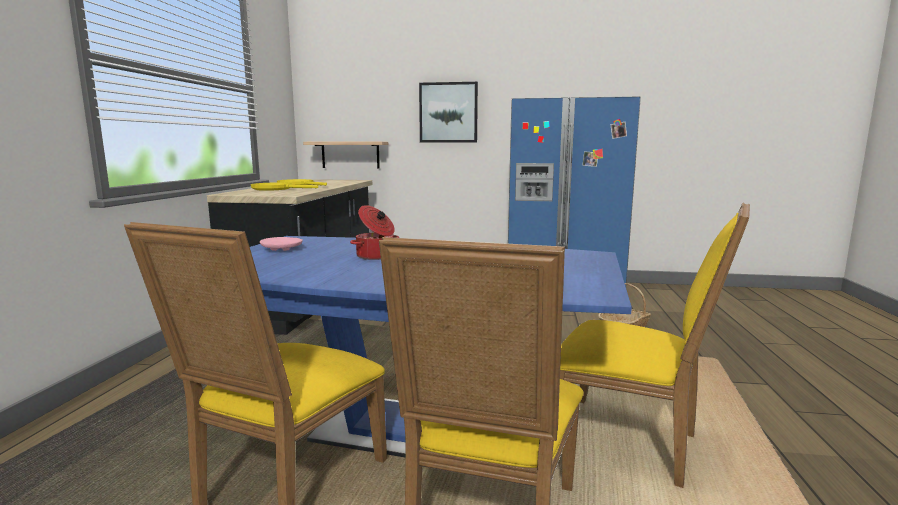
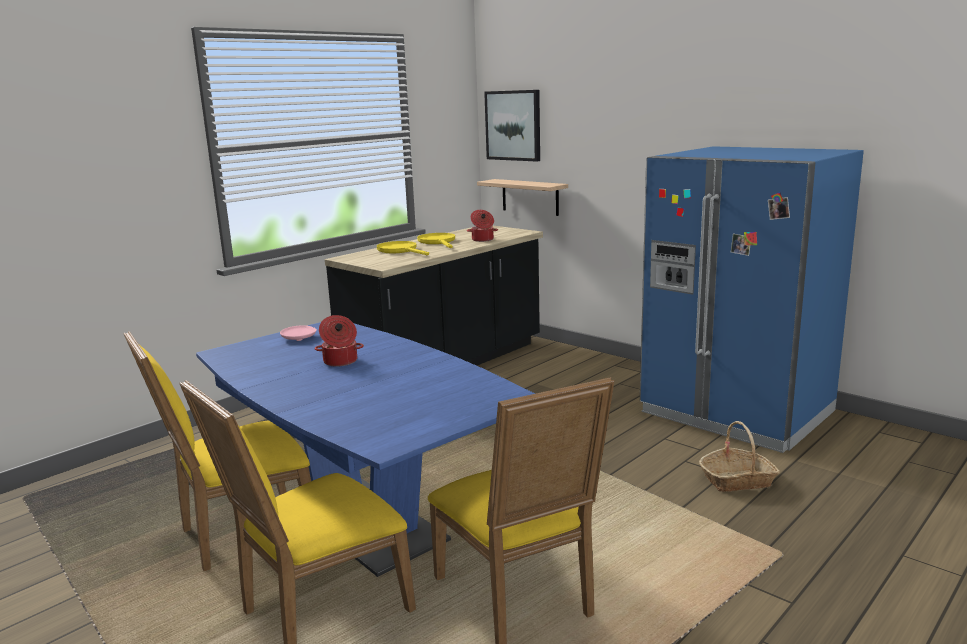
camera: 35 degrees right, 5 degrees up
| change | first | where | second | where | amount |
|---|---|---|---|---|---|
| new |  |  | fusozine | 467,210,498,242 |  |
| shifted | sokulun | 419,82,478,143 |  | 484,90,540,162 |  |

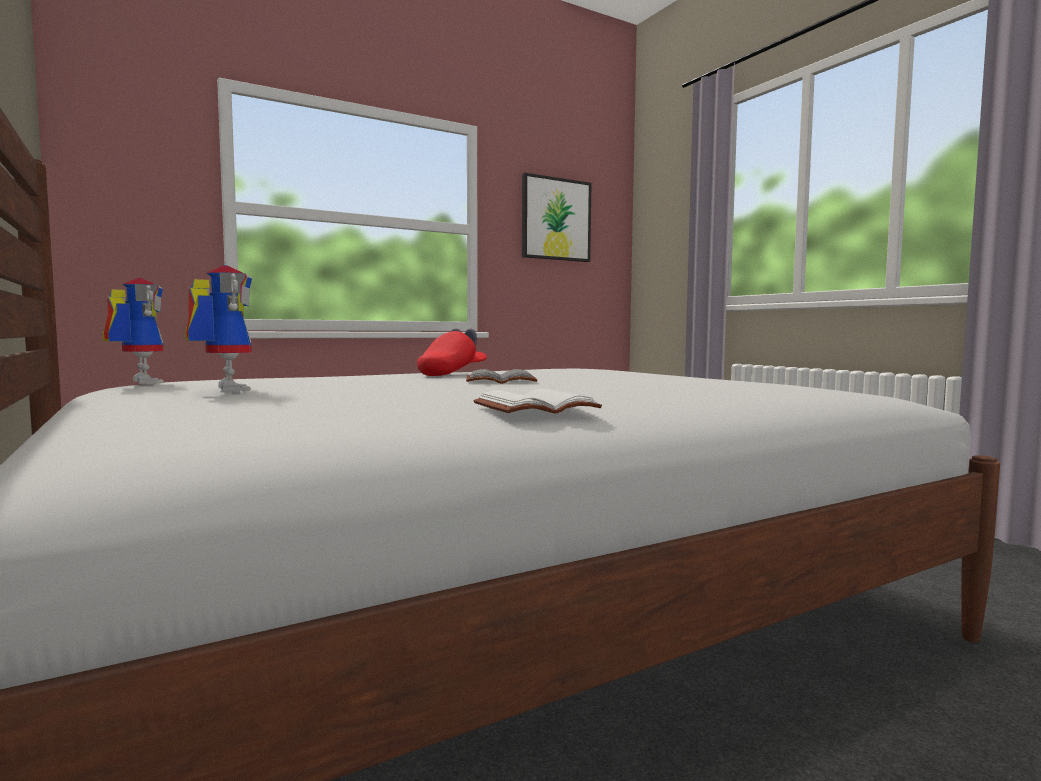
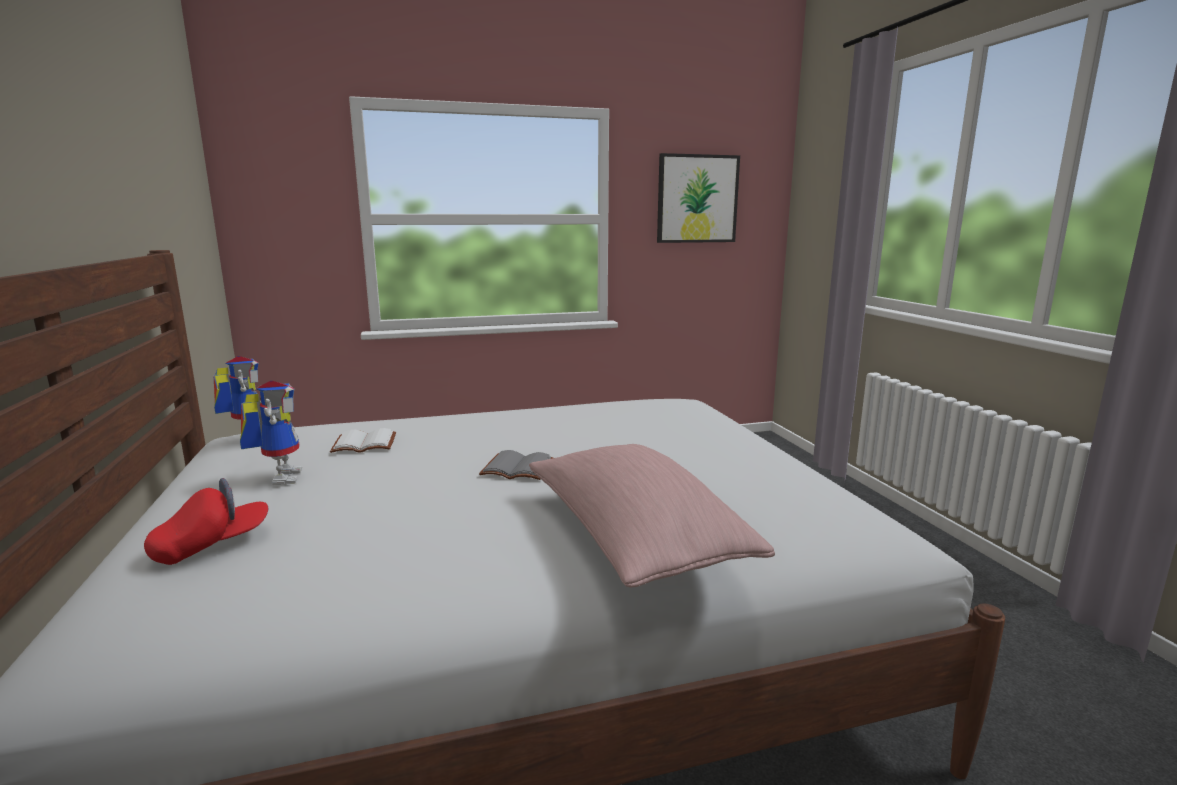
camera: 15 degrees right, 10 degrees up
| change | first | where | second | where | amount |
|---|---|---|---|---|---|
| new |  |  | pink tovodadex | 529,444,775,588 |  |
| shifted | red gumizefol | 417,328,487,376 |  | 144,478,268,565 |  |
| shifted | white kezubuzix | 473,389,602,414 |  | 330,428,396,453 |  |

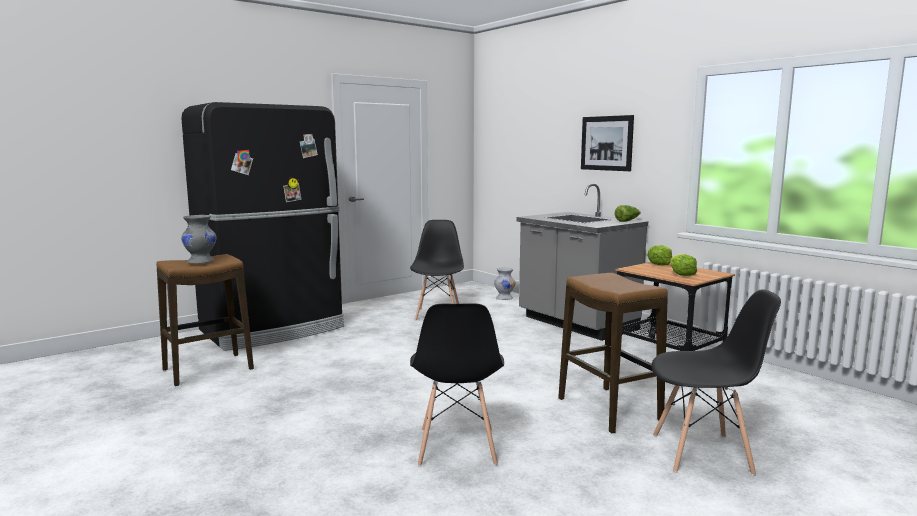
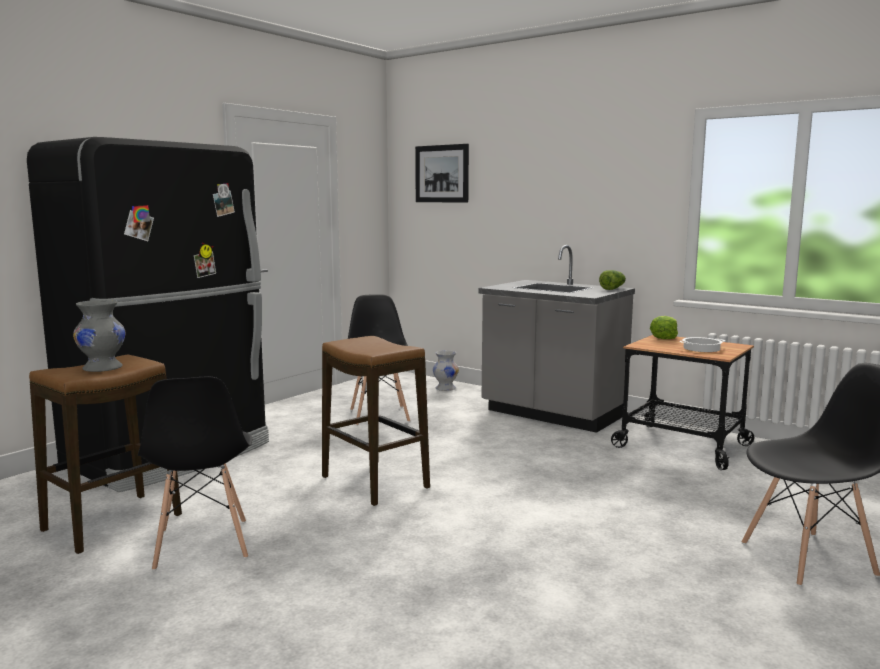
camera: 15 degrees left, 0 degrees up
| change | first | where | second | where | amount |
|---|---|---|---|---|---|
| shifted | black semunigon | 410,303,504,467 |  | 138,376,252,571 |  |
| shifted | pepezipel | 558,273,668,434 |  | 322,336,430,506 |  |
| shifted | sokulun | 581,115,634,171 |  | 415,144,469,202 |  |
| swapped | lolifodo | 671,254,697,276 | fusozine | 680,337,725,352 |  |

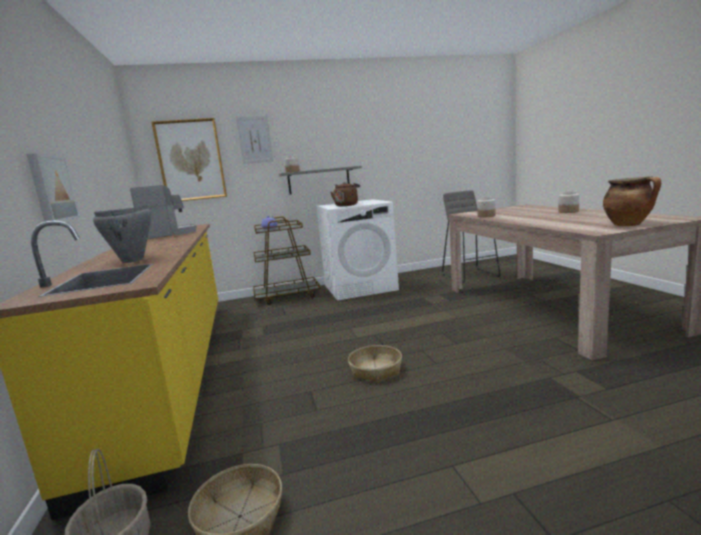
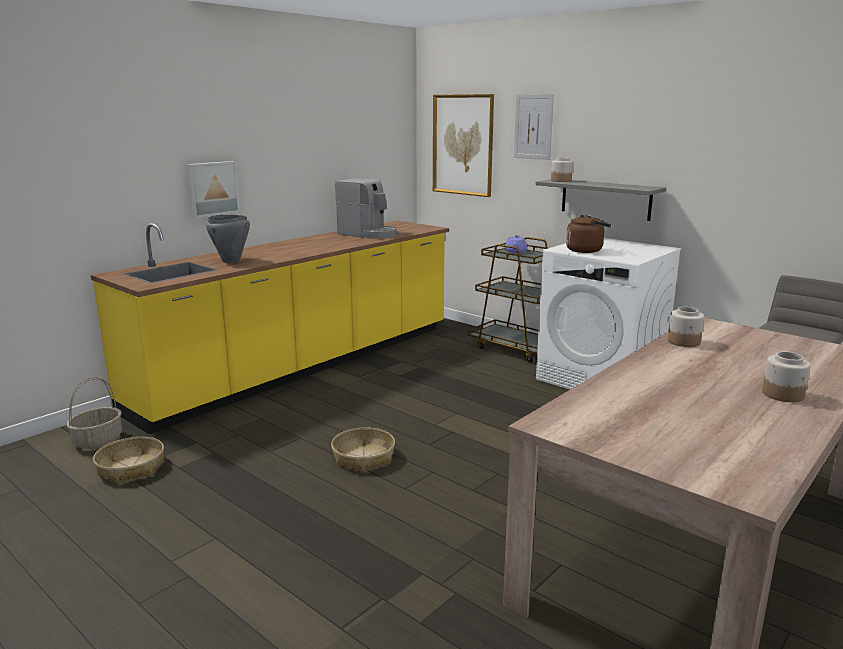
camera: 55 degrees right, 5 degrees up
| change | first | where | second | where | amount |
|---|---|---|---|---|---|
| gone | fusozine | 603,176,661,226 |  |  |  |

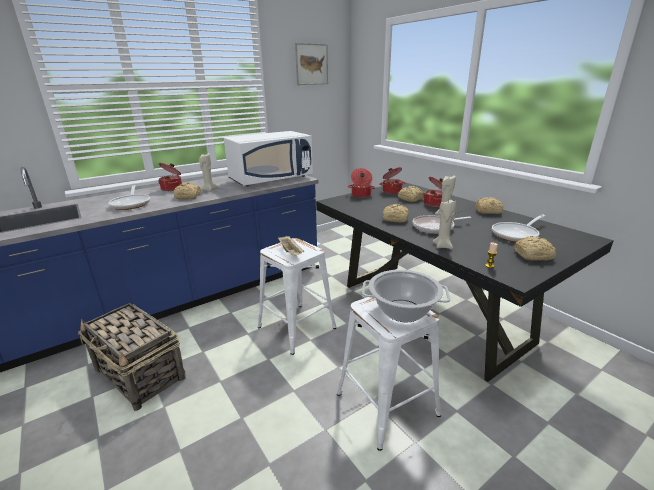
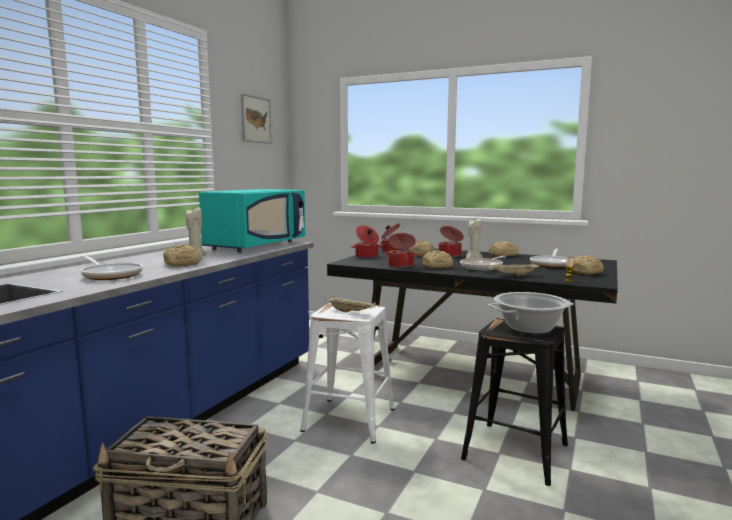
camera: 30 degrees left, 15 degrees down
| change | first | where | second | where | amount |
|---|---|---|---|---|---|
| shifted | fusozine | 158,163,182,191 |  | 384,233,418,268 |  |
| swapped | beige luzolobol | 433,200,456,249 | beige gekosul | 487,263,540,276 |  |
| repainted | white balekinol | 224,131,313,187 | turquoise balekinol | 199,189,305,252 |  |
| repainted | white pepezipel | 337,297,441,451 | black pepezipel | 461,318,568,486 |  |

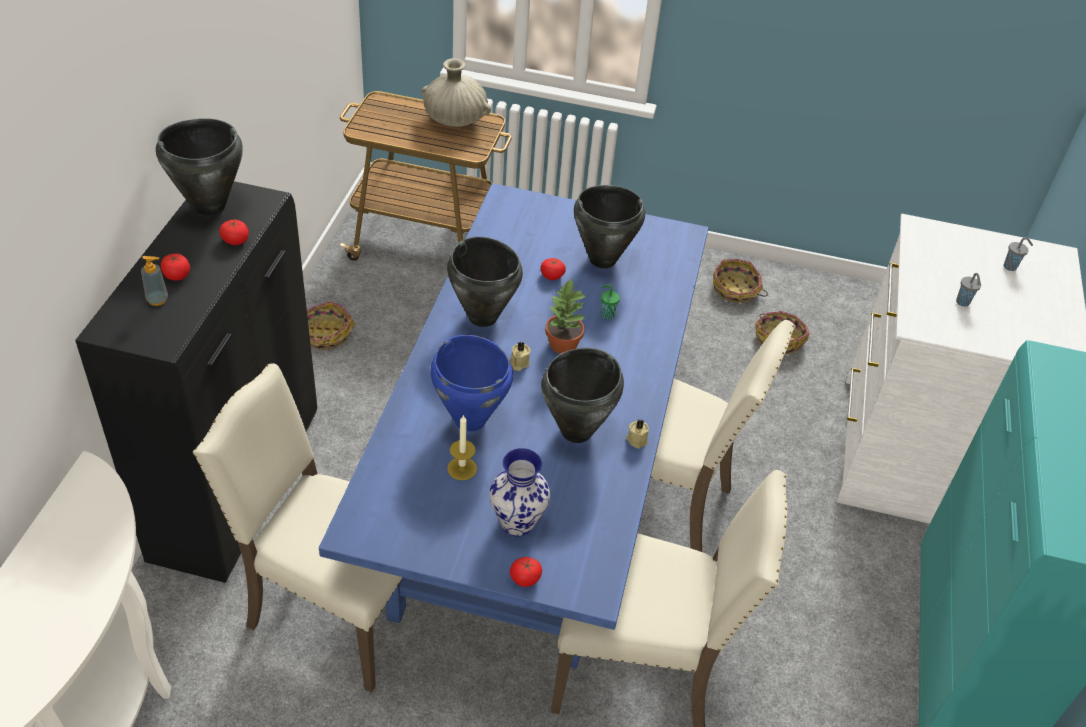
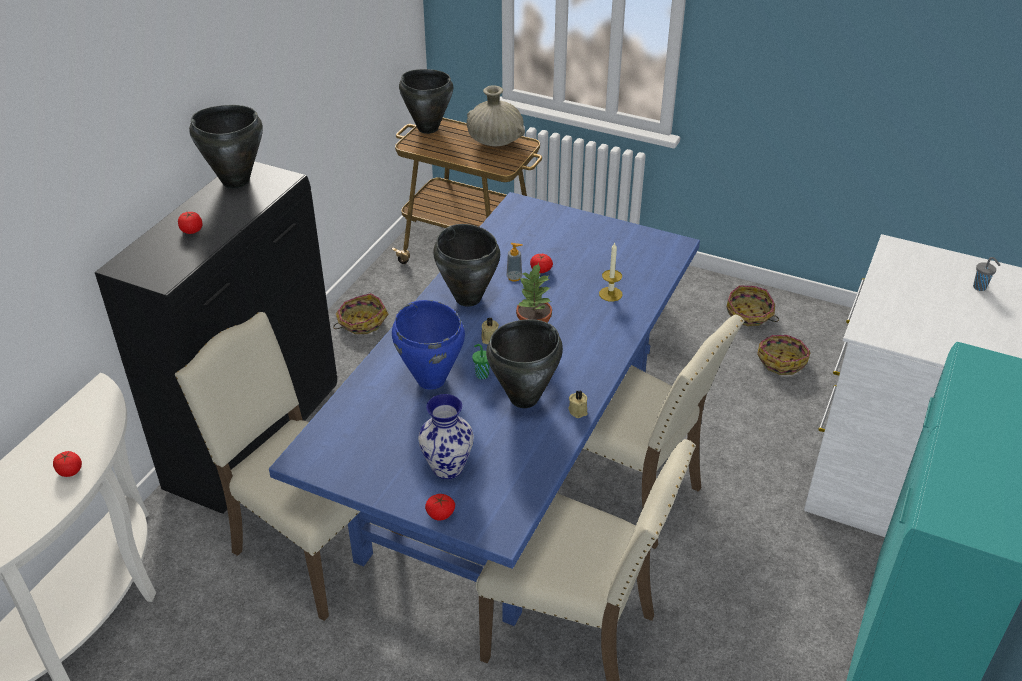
camera: 15 degrees right, 5 degrees down
| change | first | where | second | where | amount |
|---|---|---|---|---|---|
| gone | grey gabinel | 956,273,981,306 |  |  |  |
| shifted | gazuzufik | 141,256,168,306 |  | 507,243,522,282 |  |
| shifted | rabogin | 219,220,249,245 |  | 53,451,82,477 |  |
| shifted | luzolobol | 447,415,477,480 |  | 599,243,623,301 |  |
| shifted | black fusozine | 574,185,645,269 |  | 399,69,453,134 |  |
| shifted | green gabinel | 601,284,620,320 |  | 472,344,490,379 |  |

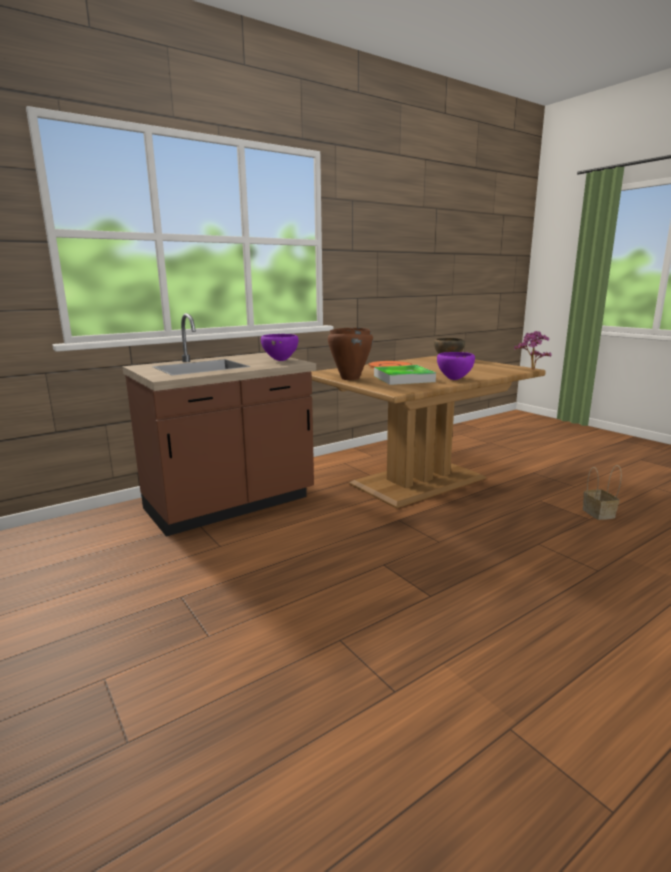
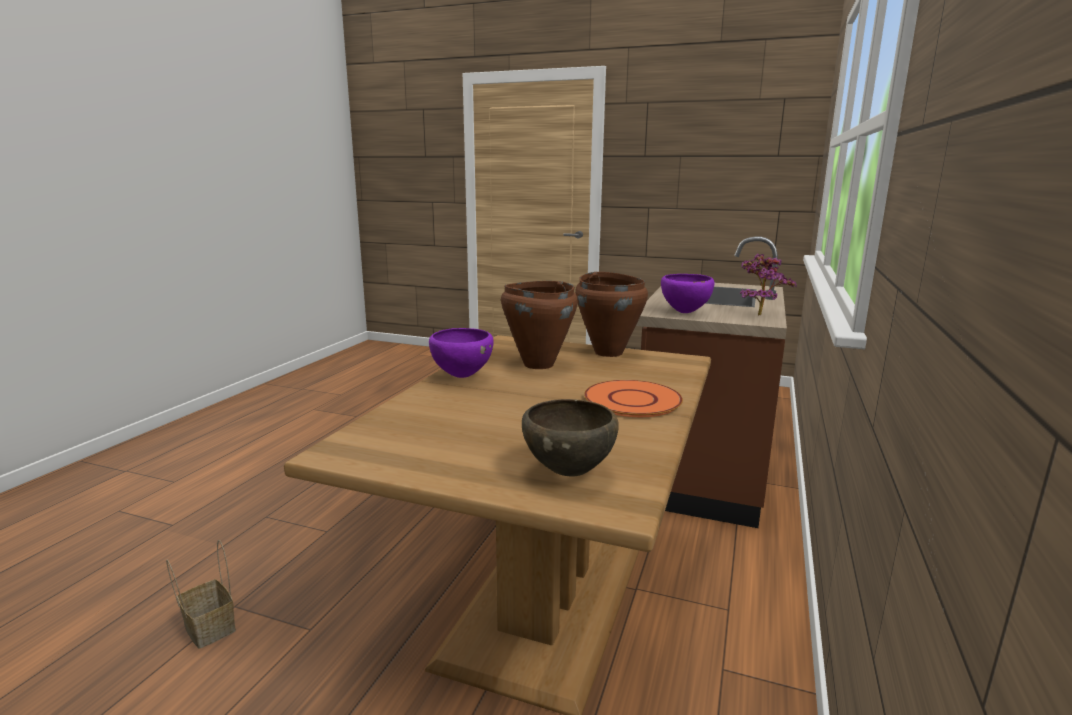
camera: 145 degrees right, 0 degrees up
| change | first | where | second | where | amount |
|---|---|---|---|---|---|
| shifted | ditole | 514,331,552,370 |  | 740,253,797,316 |  |
| swapped | gekosul | 374,365,436,385 | brown fusozine | 501,281,578,369 |  |

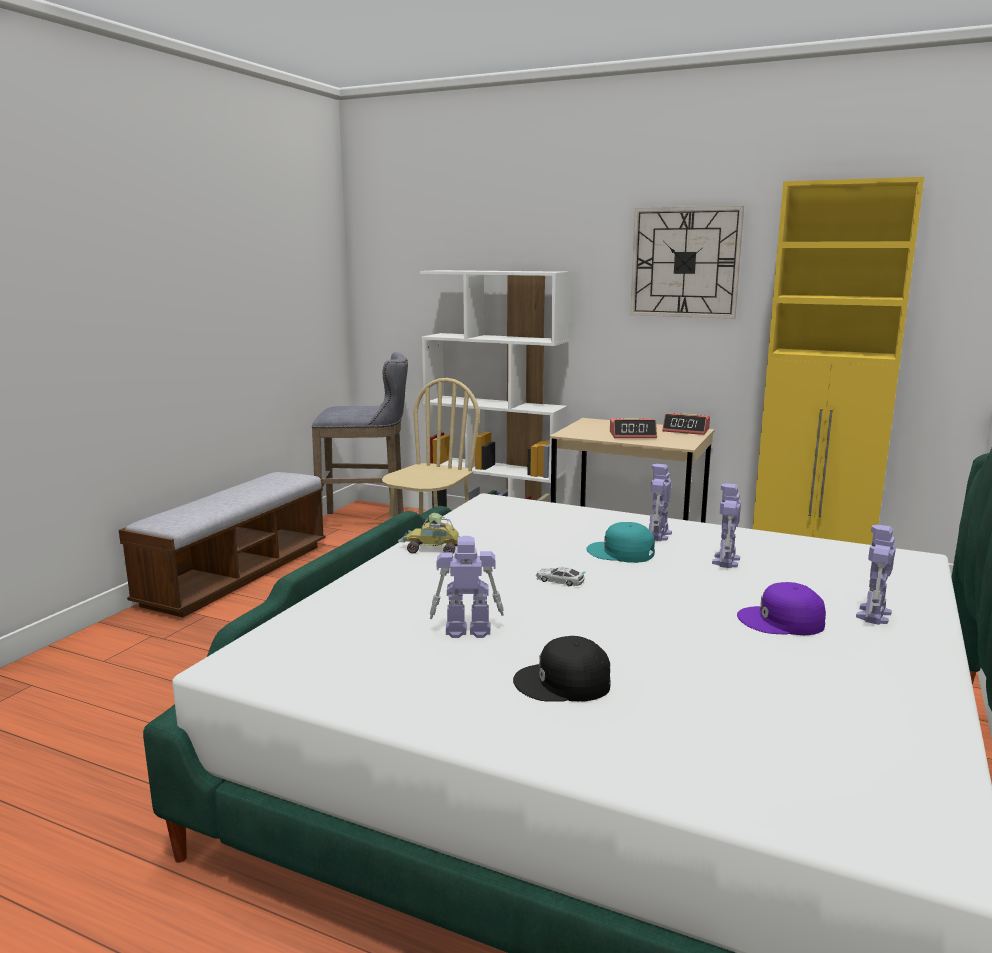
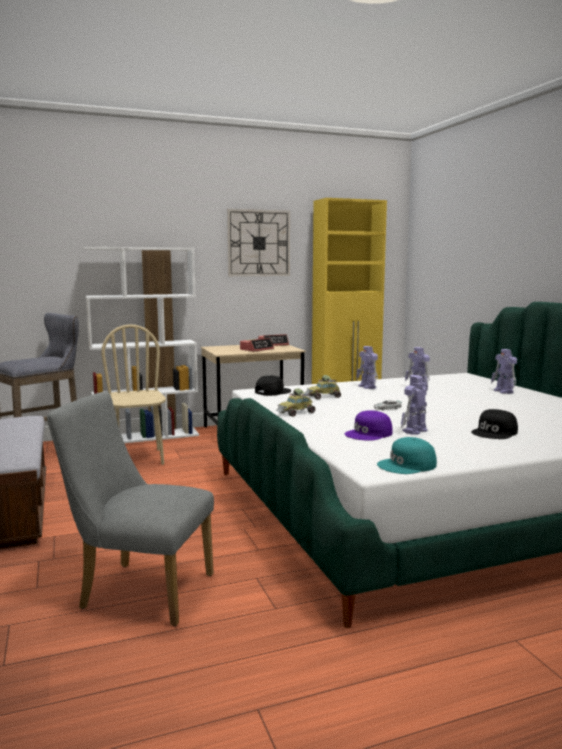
camera: 45 degrees left, 5 degrees down
| change | first | where | second | where | amount |
|---|---|---|---|---|---|
| new |  |  | grey semunigon | 47,392,214,626 |  |
| new |  |  | black gumizefol | 255,376,291,396 |  |
| new |  |  | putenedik | 304,375,341,399 |  |
| shifted | turquoise gumizefol | 586,522,655,563 |  | 377,437,437,474 |  |
| shifted | purple gumizefol | 737,582,826,635 |  | 344,410,393,441 |  |

